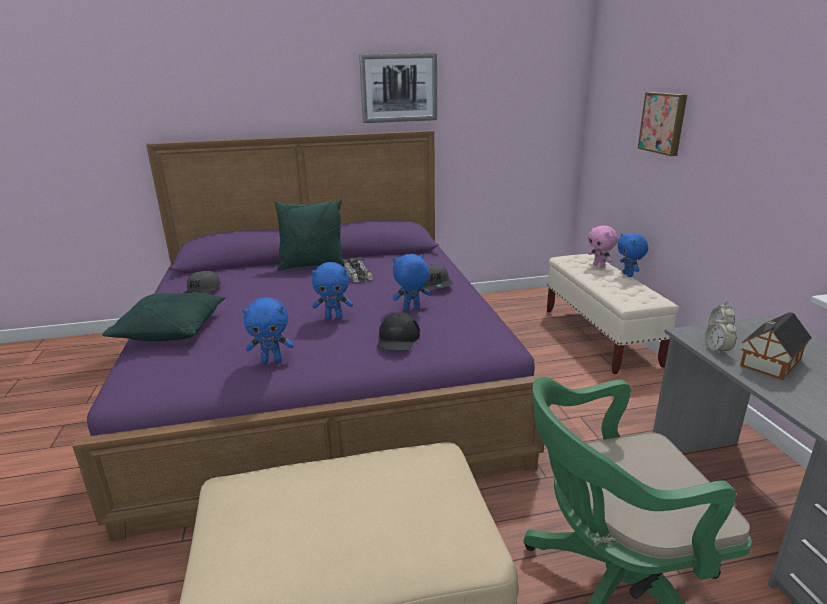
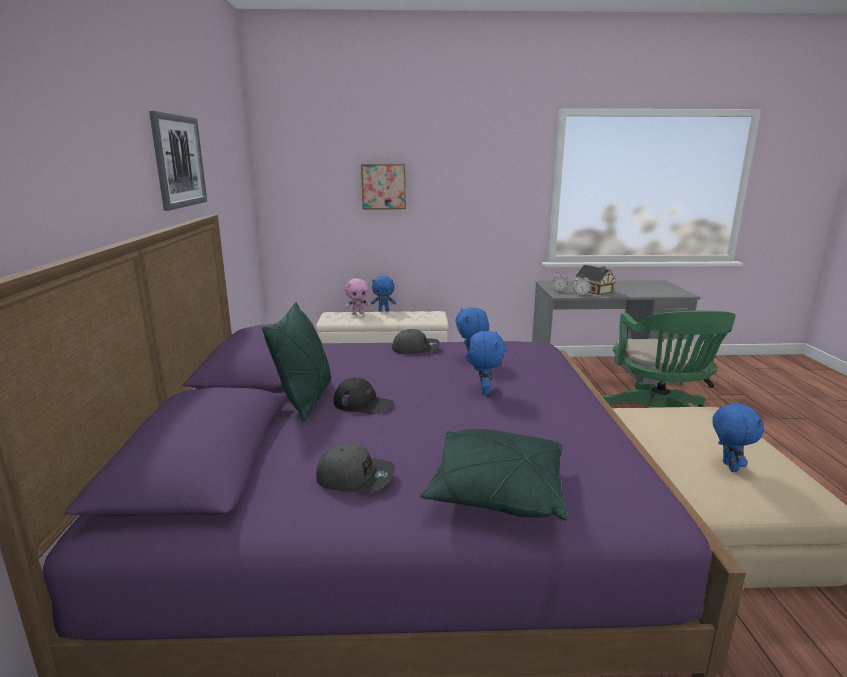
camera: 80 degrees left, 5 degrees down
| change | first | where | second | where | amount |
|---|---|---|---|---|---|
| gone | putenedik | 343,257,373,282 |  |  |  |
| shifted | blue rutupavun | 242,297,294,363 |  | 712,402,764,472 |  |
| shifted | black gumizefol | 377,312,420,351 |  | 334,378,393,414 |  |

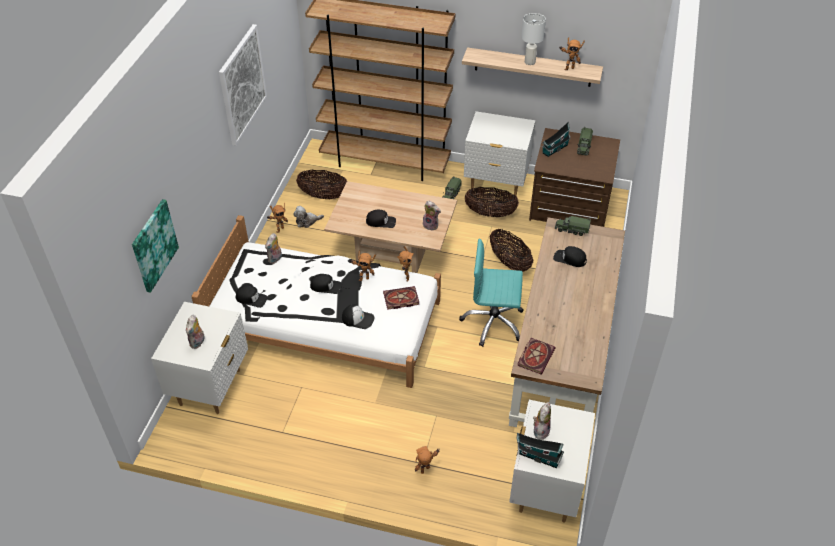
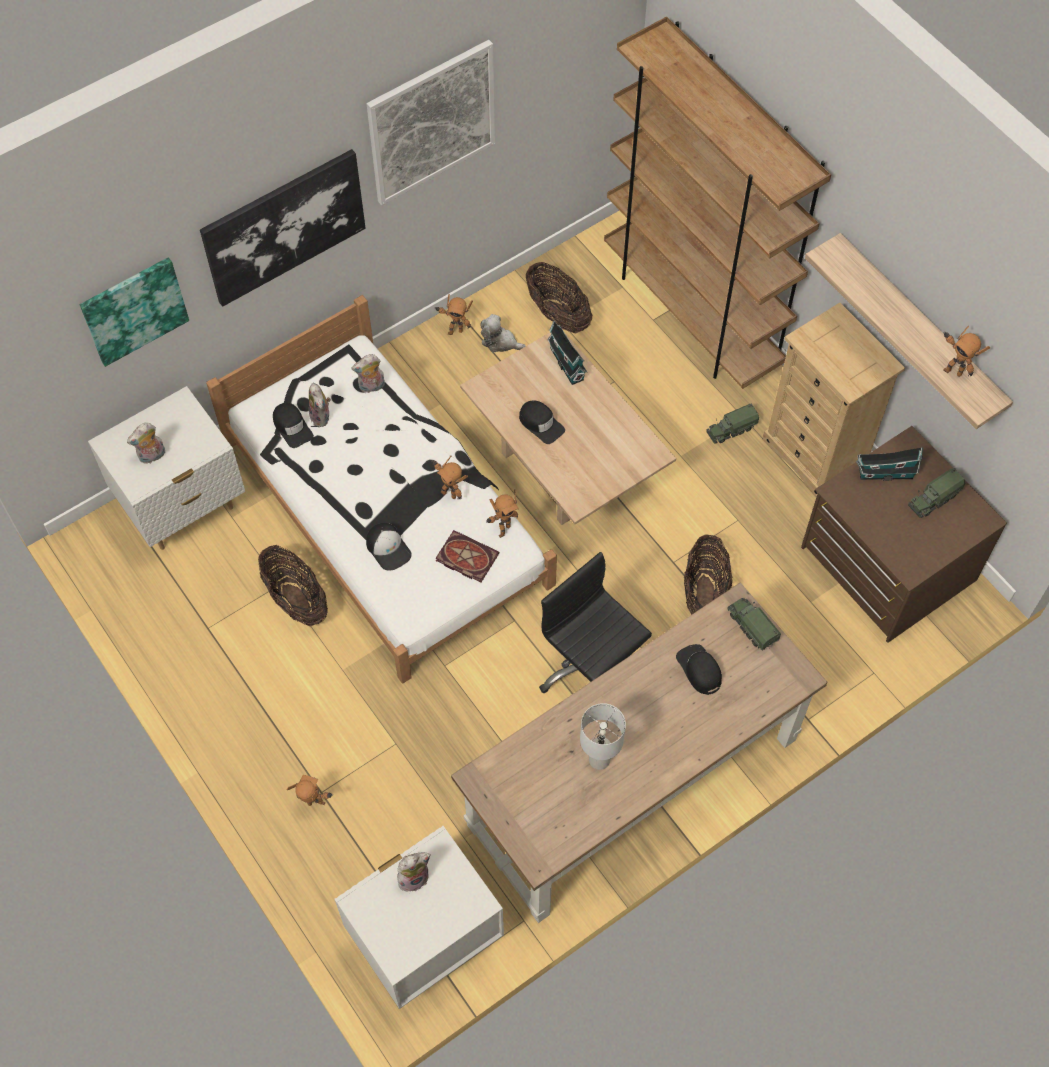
camera: 40 degrees right, 15 degrees up
| change | first | where | second | where | amount |
|---|---|---|---|---|---|
| gone | black gumizefol | 310,274,342,294 |  |  |  |
| gone | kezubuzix | 517,338,555,375 |  |  |  |
| new |  |  | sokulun | 200,149,366,307 |  |
| shifted | rutupavun | 423,201,441,231 |  | 309,383,331,427 |  |
| shifted | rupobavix | 465,187,519,217 |  | 258,545,328,626 |  |
| shifted | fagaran | 517,433,564,468 |  | 547,320,587,385 |  |
| shifted | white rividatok | 521,13,546,65 |  | 580,703,626,770 |  |
| swapped | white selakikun | 464,111,536,196 | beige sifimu | 763,303,905,497 |  |
| repainted | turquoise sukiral | 459,239,524,347 | black sukiral | 539,552,652,693 |  |

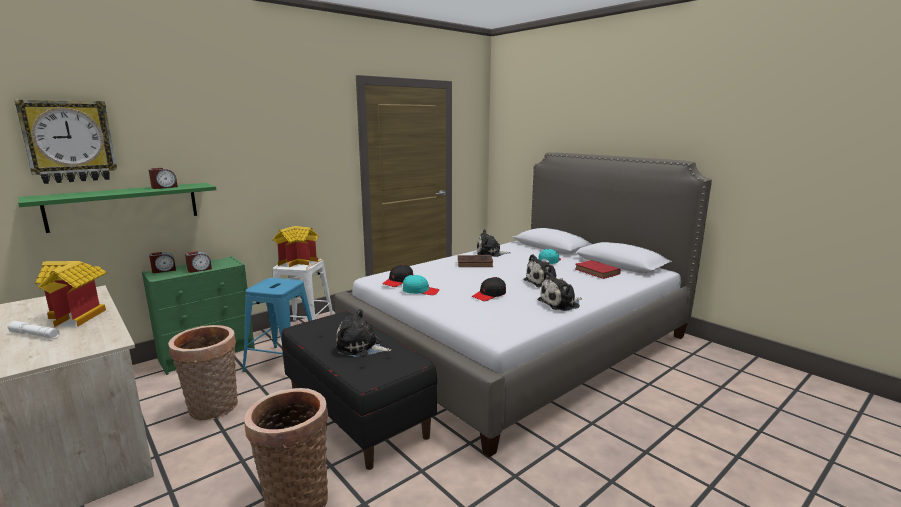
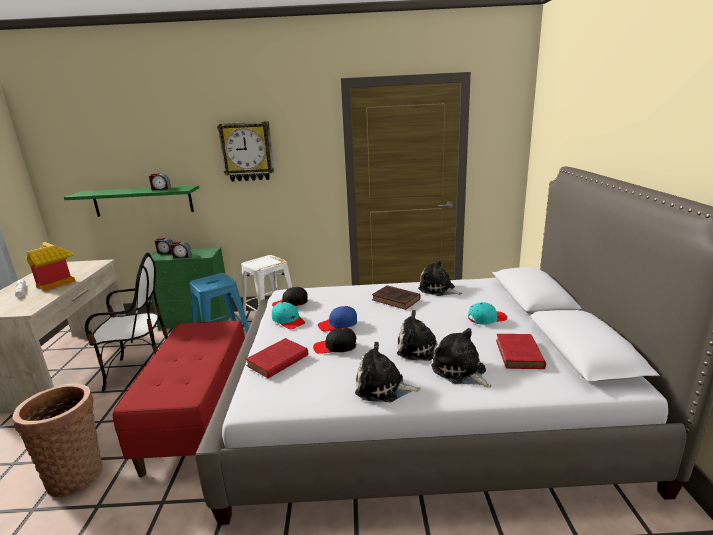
camera: 40 degrees right, 5 degrees up
| change | first | where | second | where | amount |
|---|---|---|---|---|---|
| gone | fagaran | 273,226,319,267 |  |  |  |
| new |  |  | red kezubuzix | 246,338,308,378 |  |
| new |  |  | blue gumizefol | 318,306,357,331 |  |
| shifted | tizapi | 15,100,117,184 |  | 217,121,274,182 |  |
| shifted | rutupavun | 335,309,392,357 |  | 431,328,492,387 |  |
| swapped | rupobavix | 168,325,238,421 | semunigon | 85,253,168,391 |  |
| repainted | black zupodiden | 282,311,438,470 | red zupodiden | 112,320,245,477 |  |

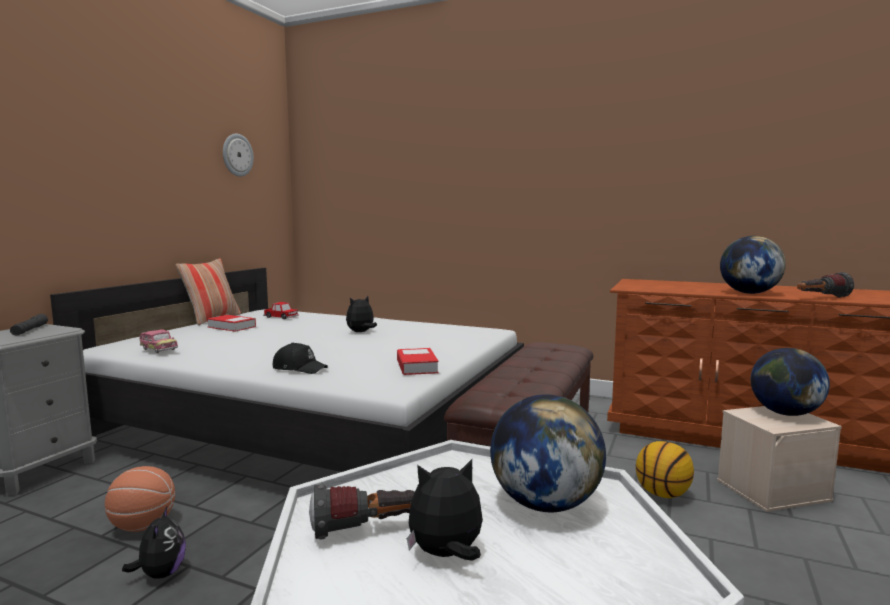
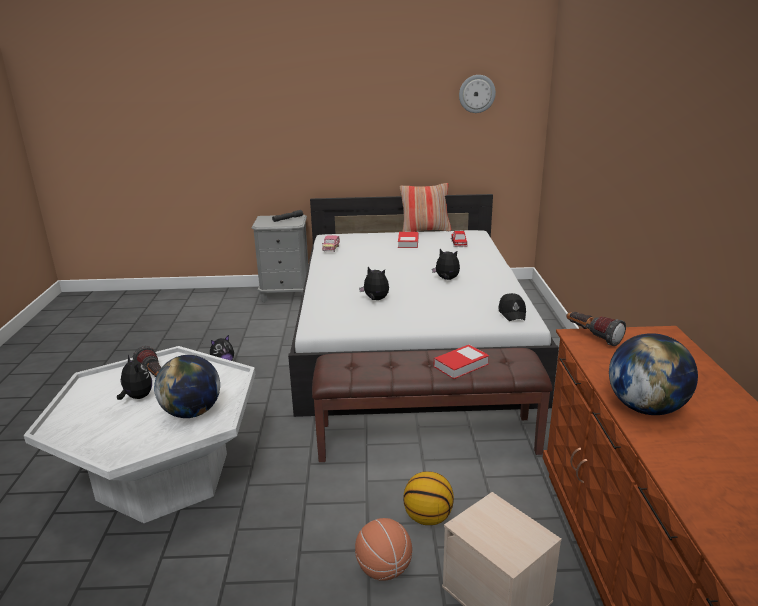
camera: 65 degrees right, 15 degrees up
| change | first | where | second | where | amount |
|---|---|---|---|---|---|
| gone | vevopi | 751,348,830,416 |  |  |  |
| new |  |  | rutupavun | 359,267,389,300 |  |
| shifted | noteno | 105,466,175,532 |  | 355,518,412,581 |  |
| shifted | black gumizefol | 272,343,328,374 |  | 498,293,526,321 |  |
| shifted | kezubuzix | 397,348,439,375 |  | 434,345,489,379 |  |
| shifted | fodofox | 797,272,854,298 |  | 566,312,626,346 |  |

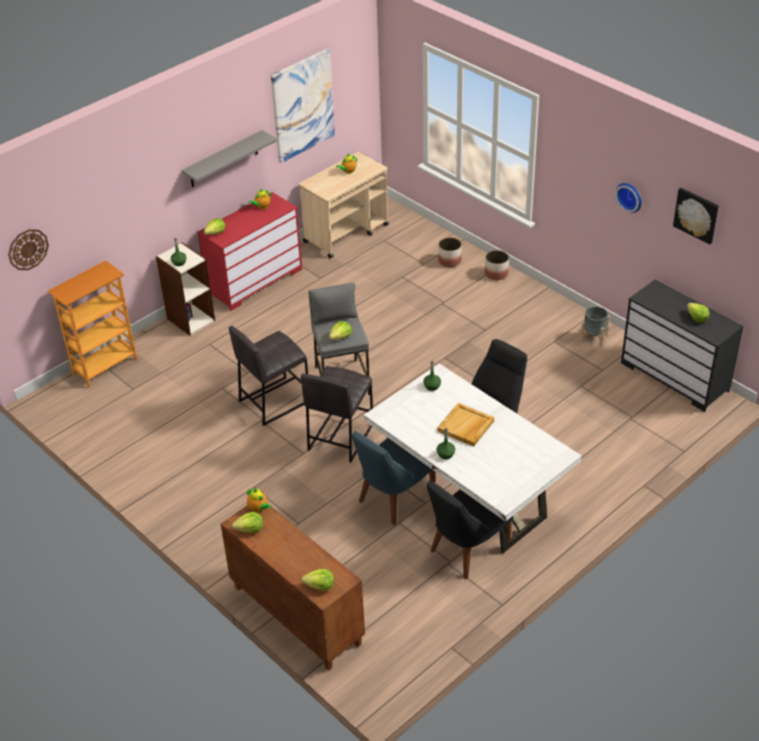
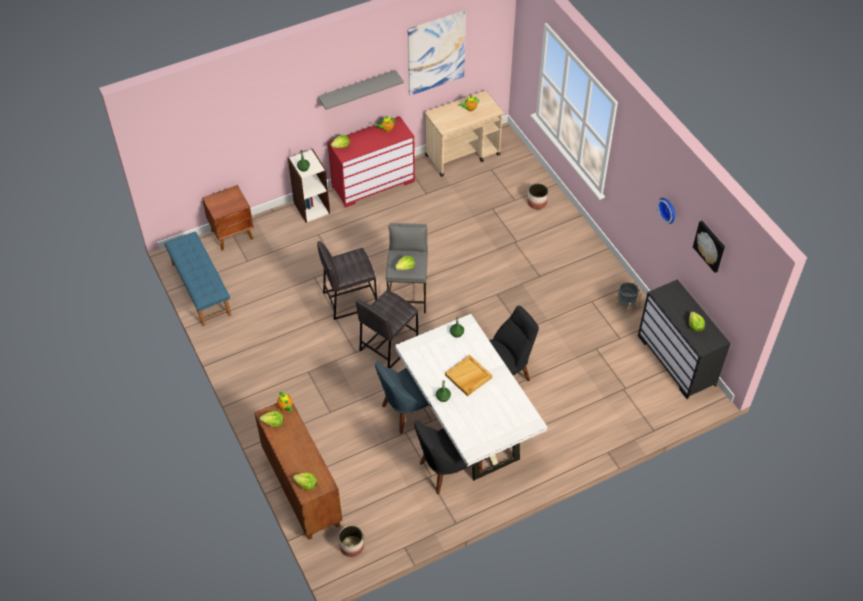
camera: 15 degrees right, 10 degrees up
| change | first | where | second | where | amount |
|---|---|---|---|---|---|
| gone | tizapi | 8,229,49,270 |  |  |  |
| new |  |  | blue zupodiden | 164,232,231,327 |  |
| shifted | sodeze | 485,250,509,280 |  | 339,525,364,557 |  |
| swapped | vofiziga | 47,260,137,388 | brown selakikun | 202,185,254,251 |  |

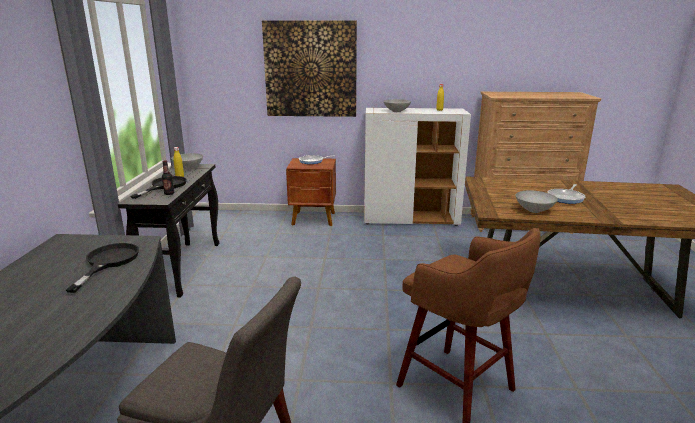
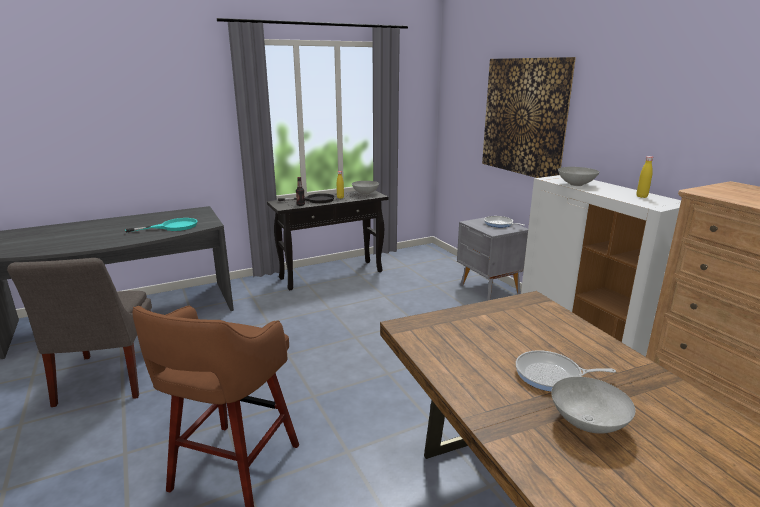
camera: 60 degrees right, 0 degrees up
| change | first | where | second | where | amount |
|---|---|---|---|---|---|
| shifted | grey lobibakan | 515,191,558,213 |  | 551,377,636,434 |  |
| repainted | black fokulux | 66,243,139,293 | turquoise fokulux | 125,218,198,233 |  |
| repainted | brown selakikun | 286,158,336,226 | grey selakikun | 457,218,528,301 |  |

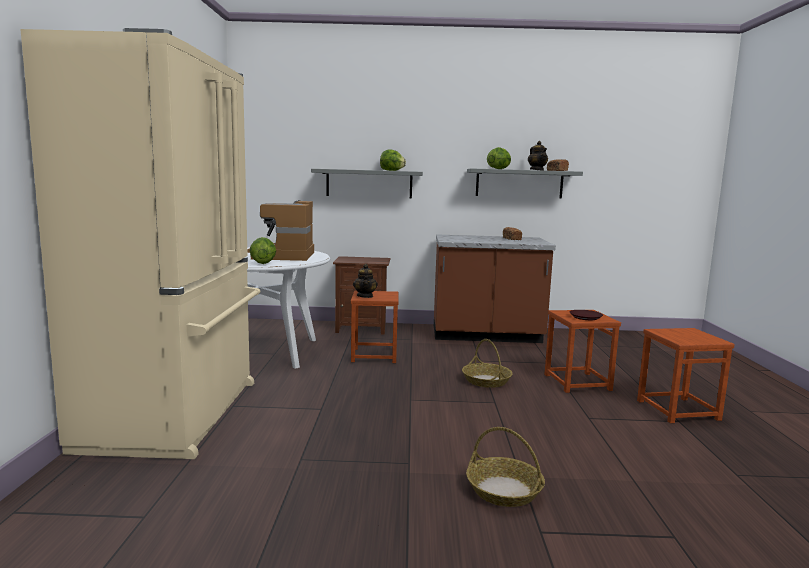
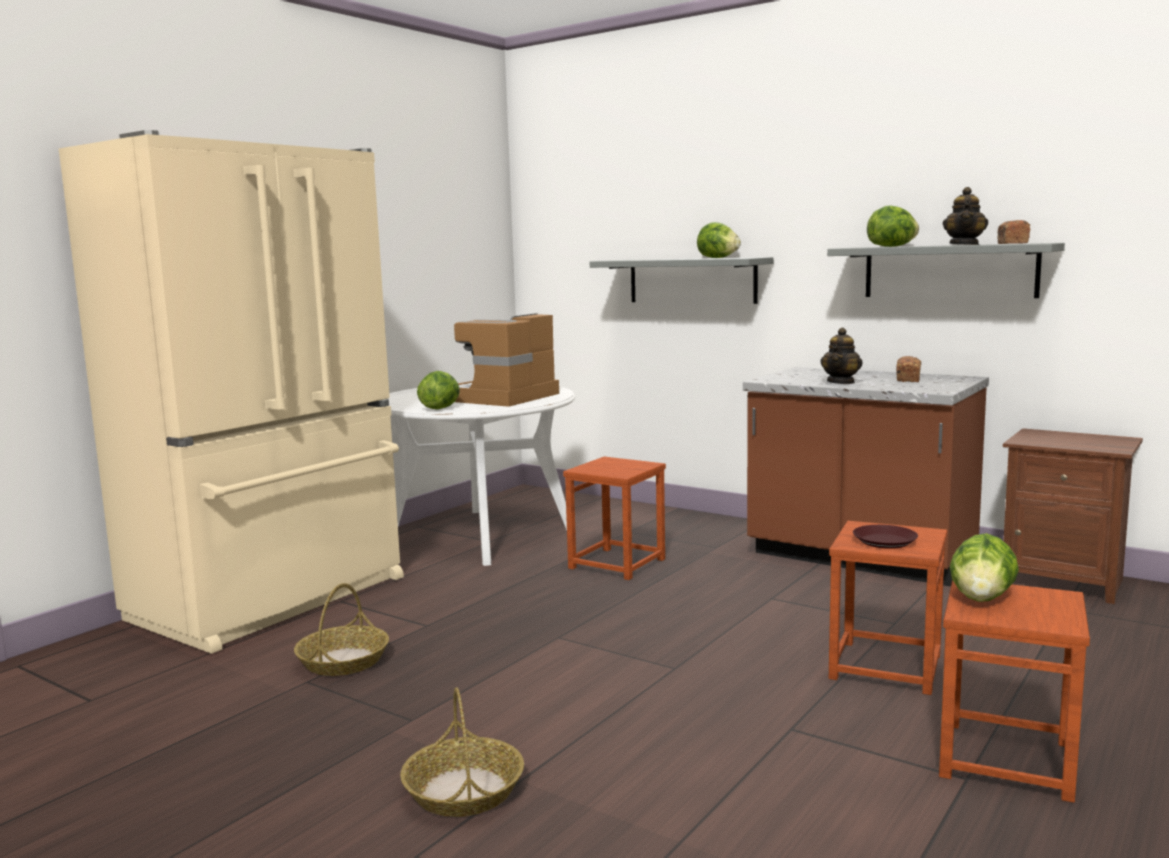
camera: 35 degrees right, 0 degrees up
| change | first | where | second | where | amount |
|---|---|---|---|---|---|
| new |  |  | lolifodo | 950,533,1019,602 |  |
| shifted | brown selakikun | 333,256,390,335 |  | 1003,428,1143,604 |  |
| shifted | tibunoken | 353,264,378,298 |  | 820,328,862,384 |  |
| shifted | rupobavix | 462,339,513,388 |  | 294,583,389,676 |  |

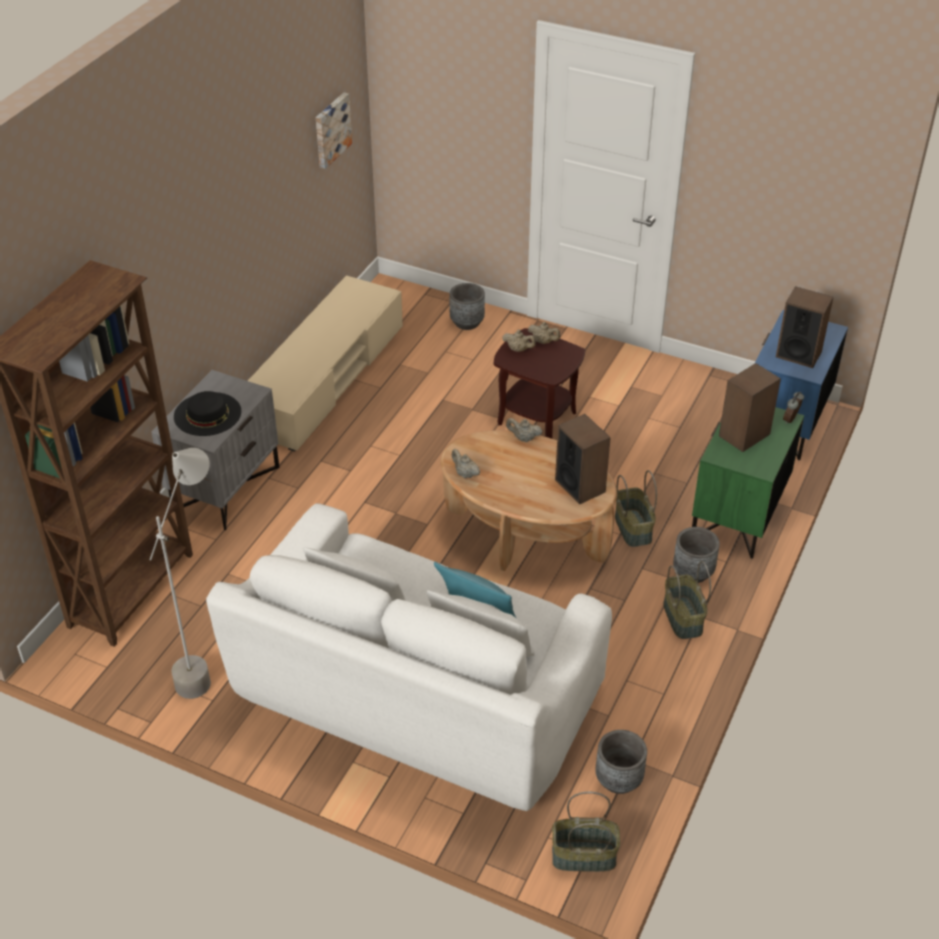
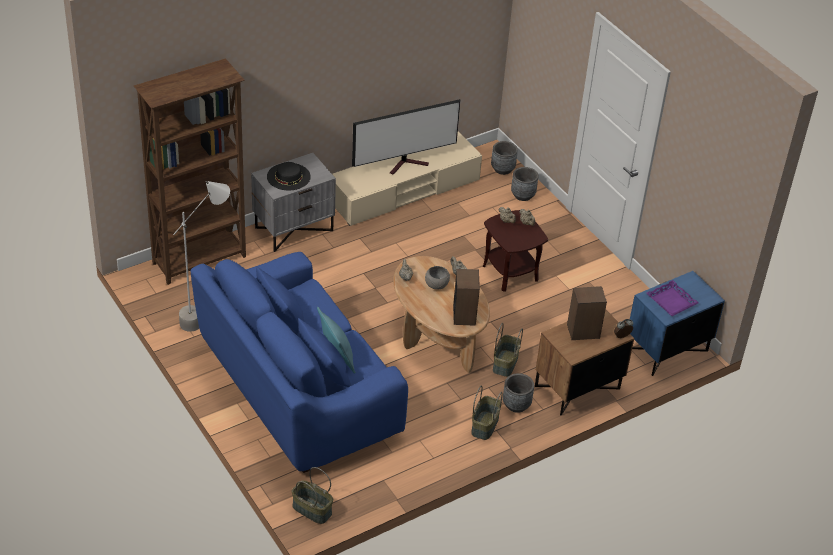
camera: 30 degrees right, 0 degrees up
| change | first | where | second | where | amount |
|---|---|---|---|---|---|
| gone | sokulun | 316,93,352,169 |  |  |  |
| new |  |  | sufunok | 352,99,461,175 |  |
| new |  |  | grey lobibakan | 425,266,450,290 |  |
| shifted | grey sodeze | 596,730,647,794 |  | 491,141,518,175 |  |
| swapped | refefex | 776,286,833,368 | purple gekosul | 646,280,699,316 |  |
| repainted | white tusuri | 206,503,612,811 | blue tusuri | 190,252,408,473 |  |
| repainted | green selakikun | 692,407,804,558 | brown selakikun | 535,310,634,416 |  |

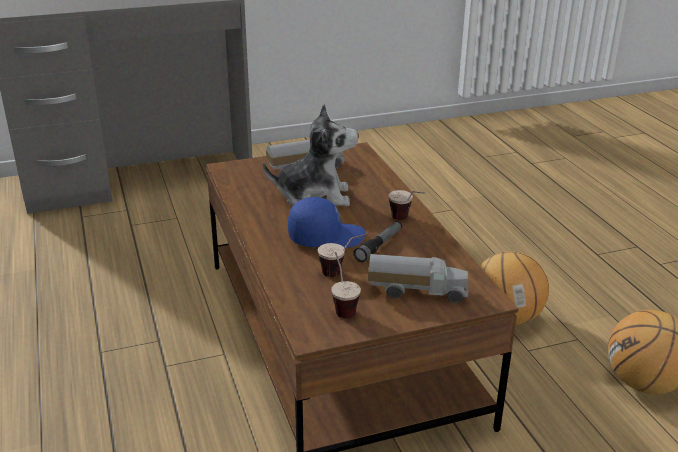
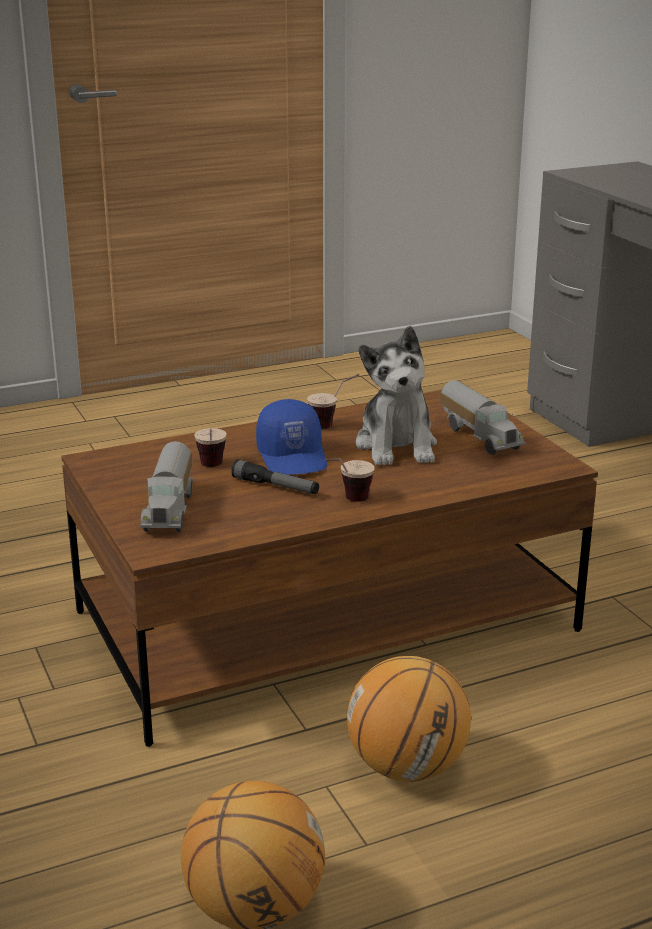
camera: 85 degrees right, 5 degrees down
| change | first | where | second | where | amount |
|---|---|---|---|---|---|
| shifted | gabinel | 331,252,361,318 |  | 307,374,359,429 |  |

